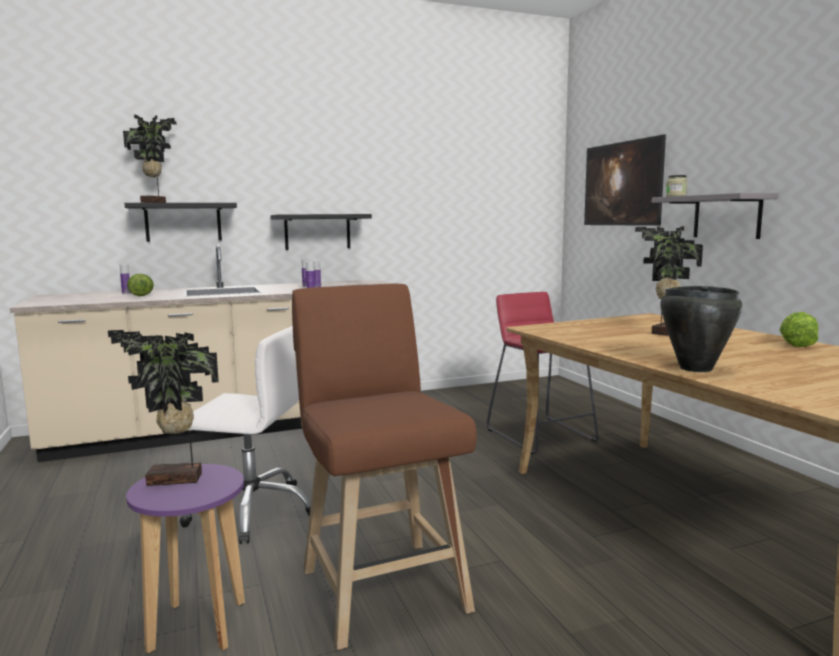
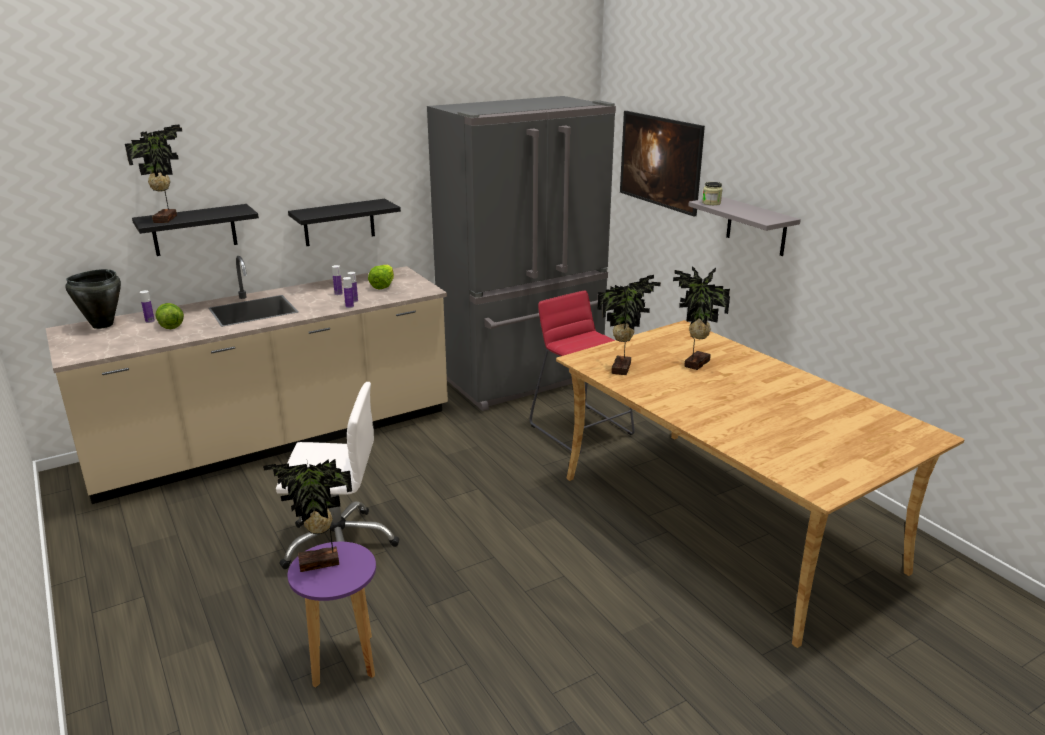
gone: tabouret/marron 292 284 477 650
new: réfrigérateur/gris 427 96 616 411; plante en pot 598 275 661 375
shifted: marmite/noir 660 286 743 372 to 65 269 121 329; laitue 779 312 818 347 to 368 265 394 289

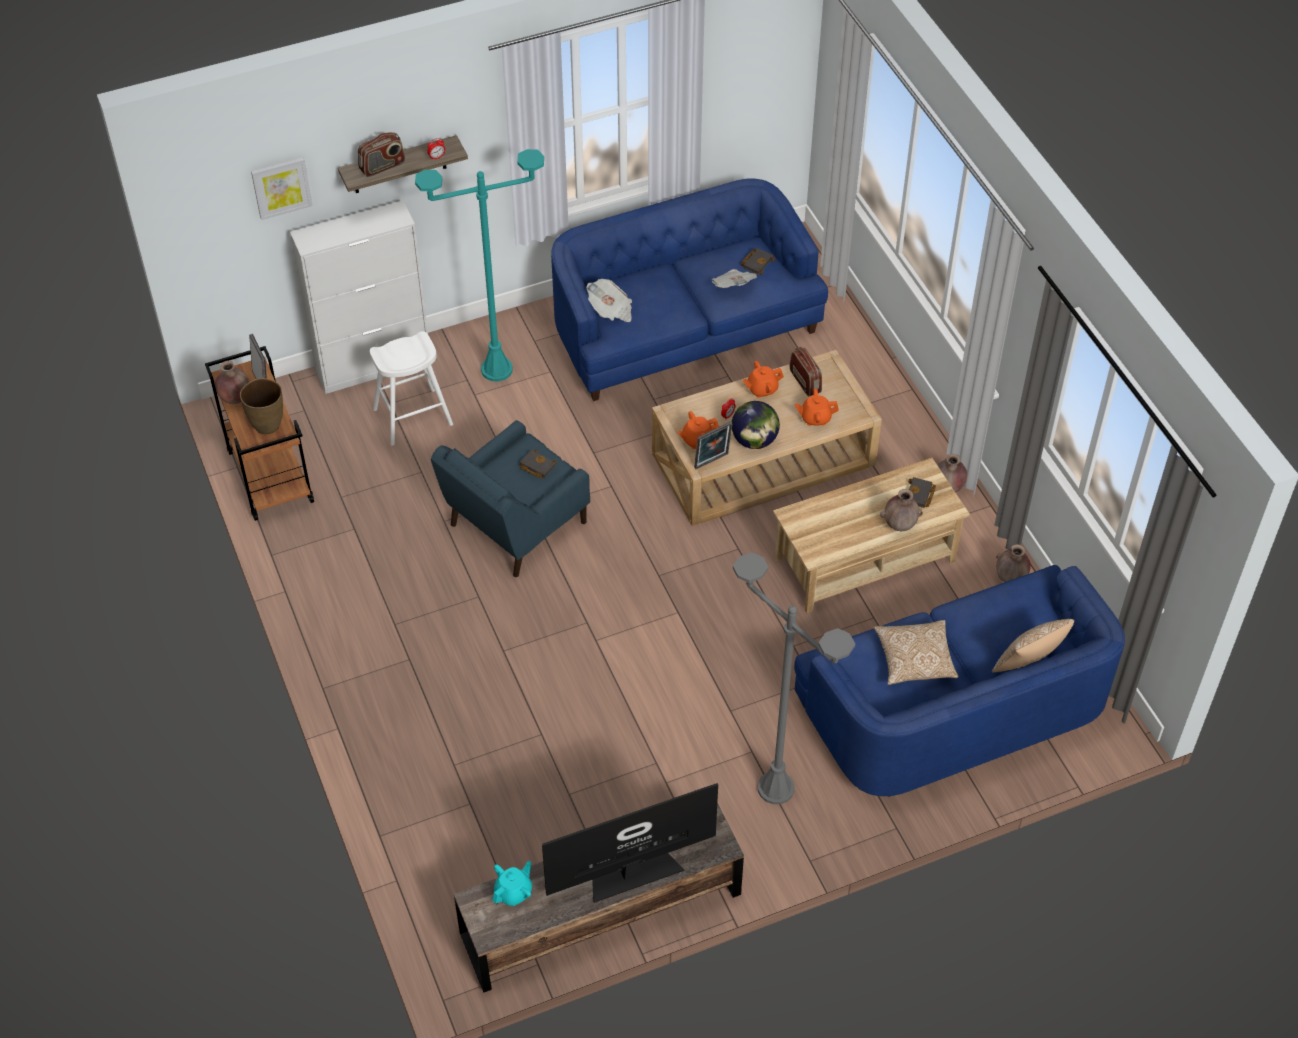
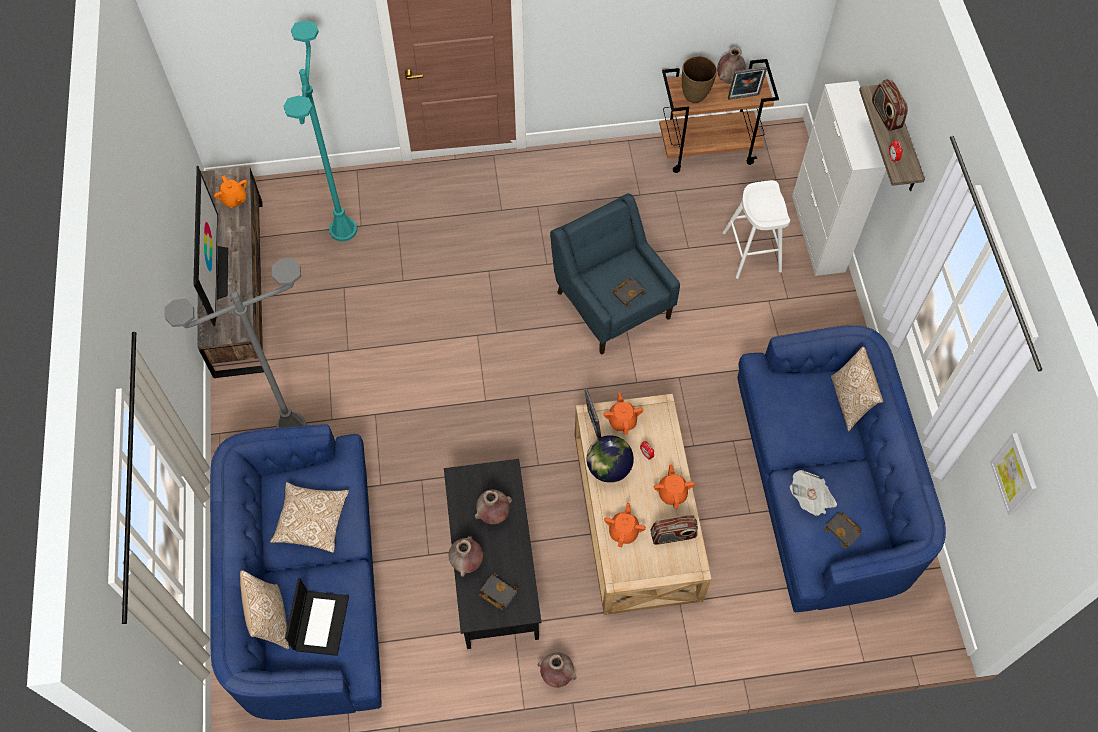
gone: journal 586 279 632 322
new: ordinateur portable 285 578 349 656; coussin 831 347 883 431
shifted: tableau 251 157 312 220 to 990 433 1037 515; lampadaire/turquoise 415 149 544 381 to 283 20 357 241; vase/marron 996 544 1031 582 to 475 490 512 524
repainted: théière/turquoise 492 861 532 906 to théière/orange 214 175 247 208; table basse/beige 773 458 970 613 to table basse/noir 444 459 541 649

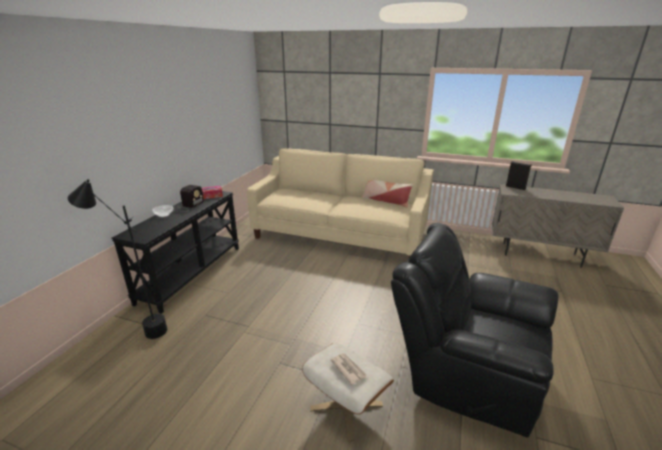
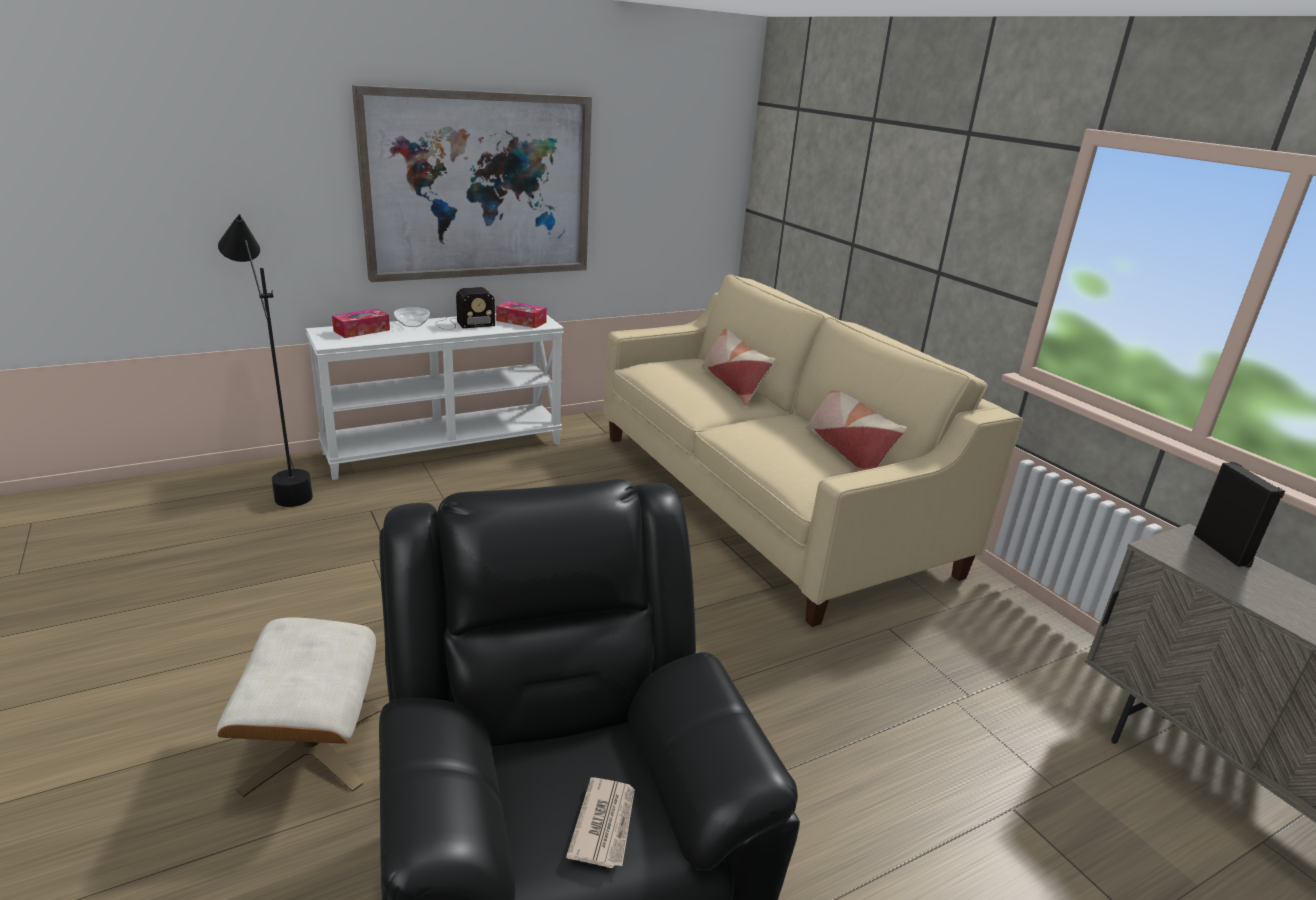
new: boîte à mouchoirs 332 309 390 338; tableau 352 85 592 282; coussin 702 328 775 406
shifted: journal 331 353 367 385 to 566 777 635 868
repainted: table console/noir 111 191 239 314 to table console/blanc 306 313 564 480

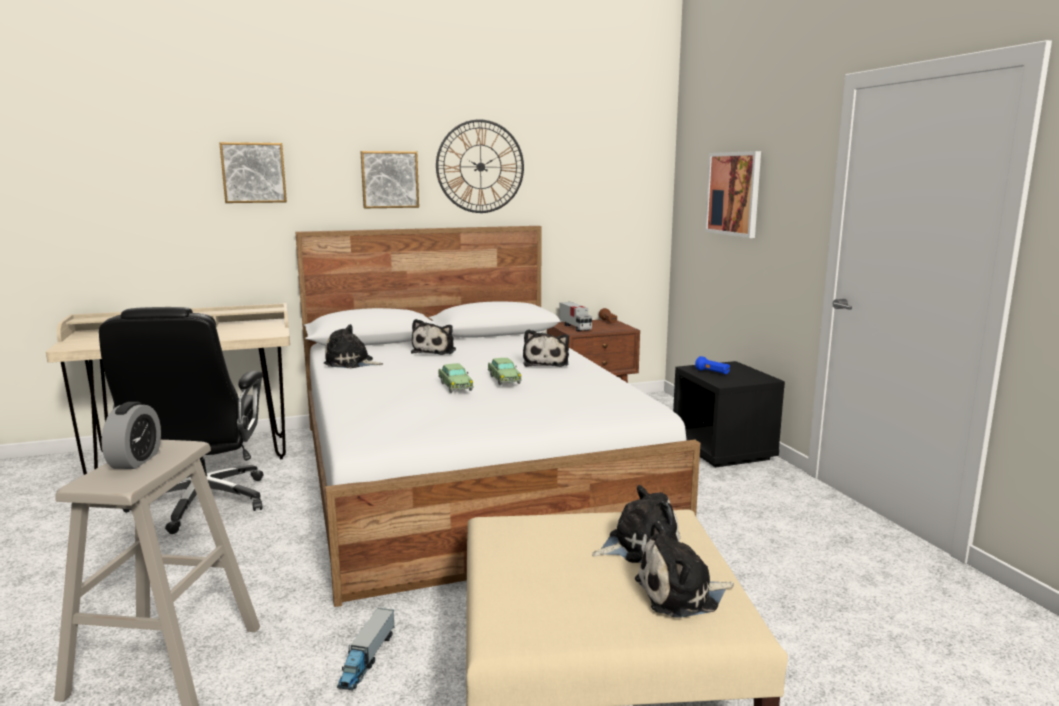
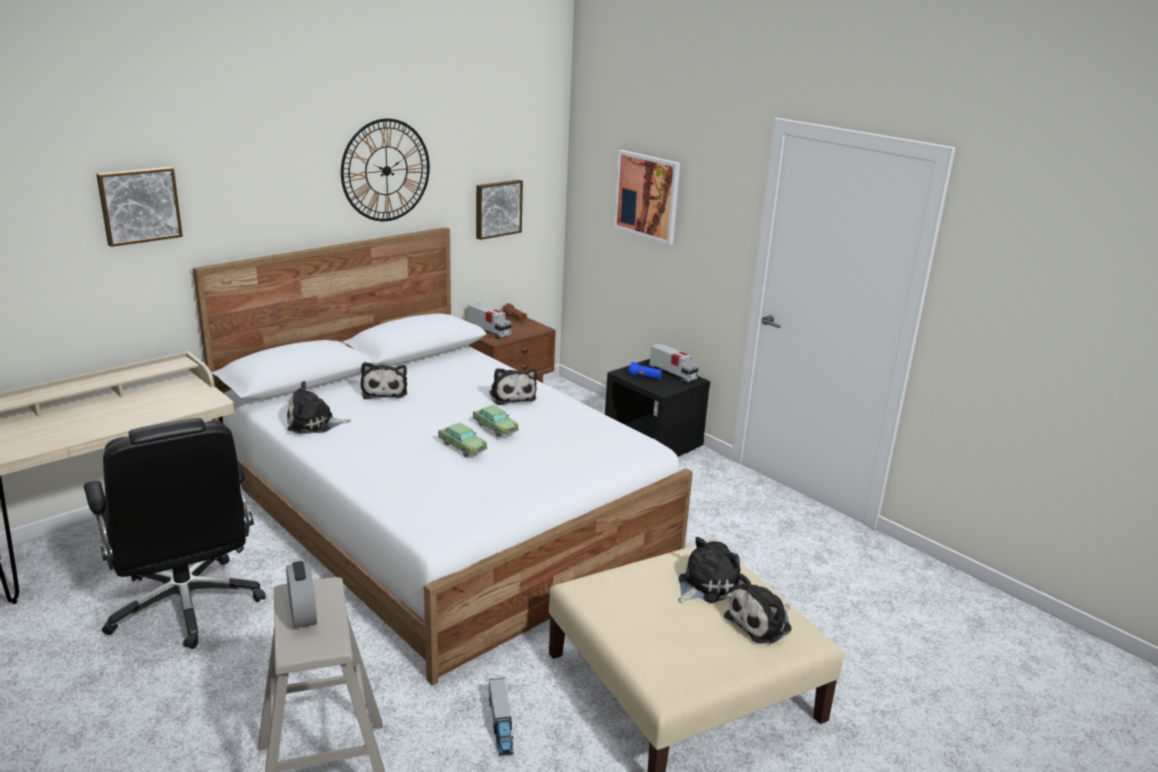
new: camion jouet 649 343 699 383
shifted: tableau 360 151 419 208 to 476 180 523 240

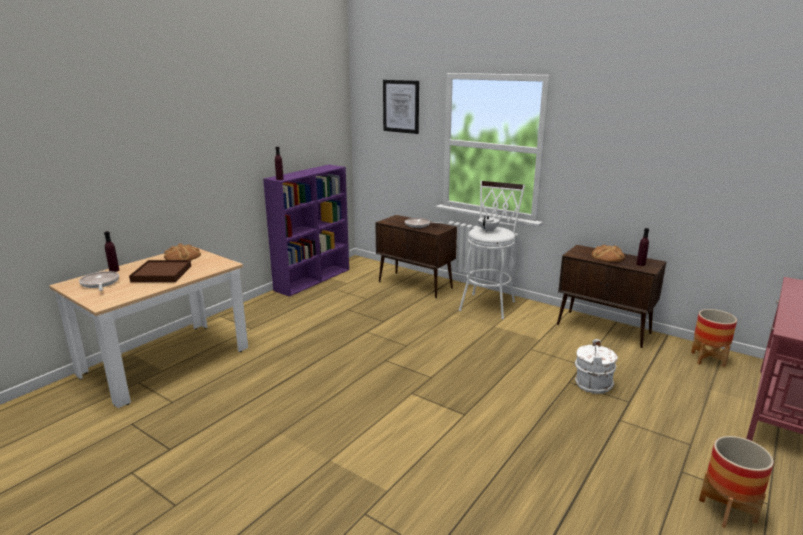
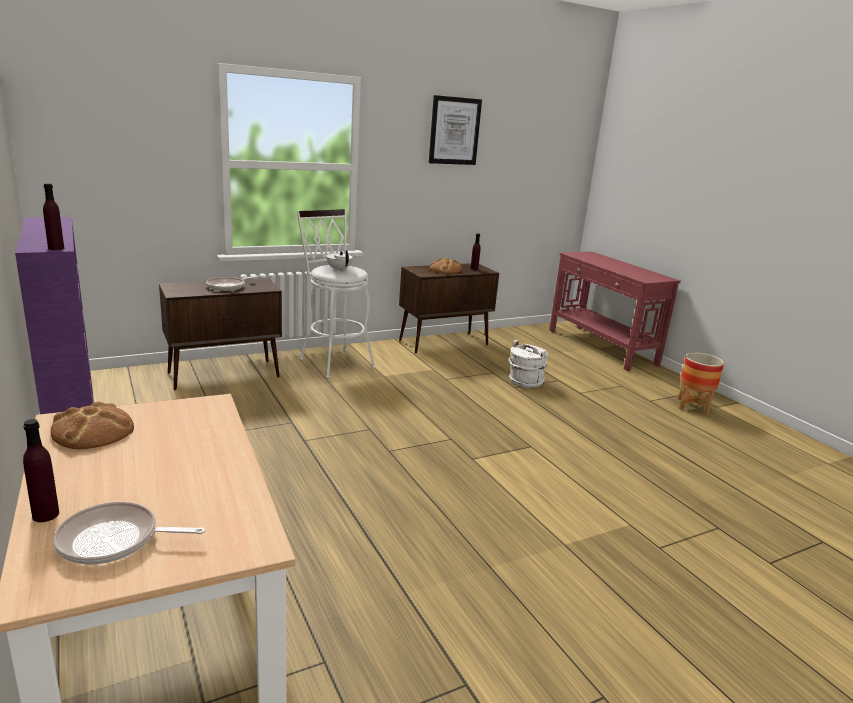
gone: plateau/marron 129 260 191 282; cache-pot 691 309 737 367
shifted: tableau 383 80 419 134 to 429 95 482 165

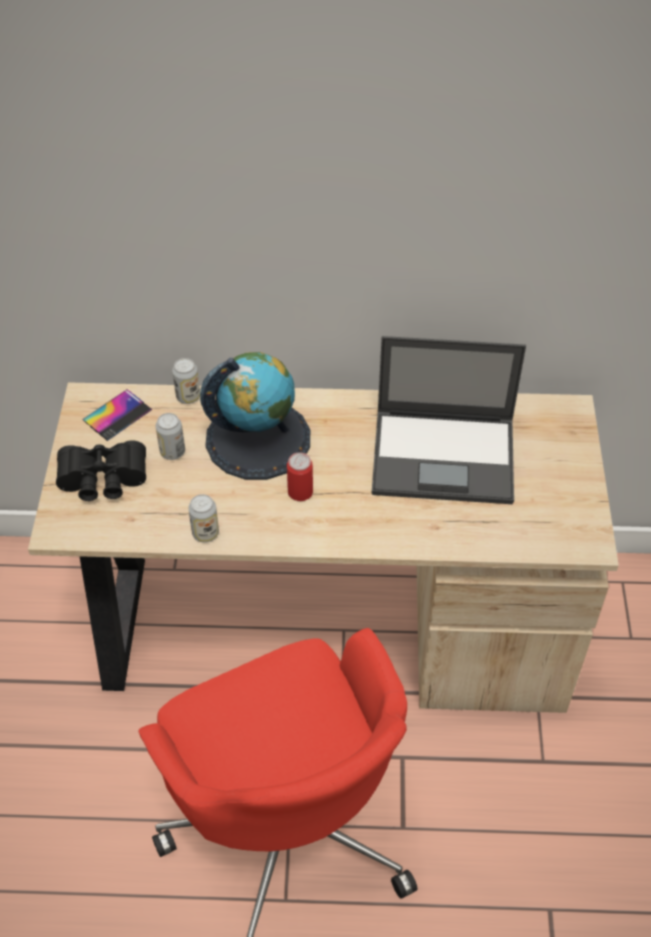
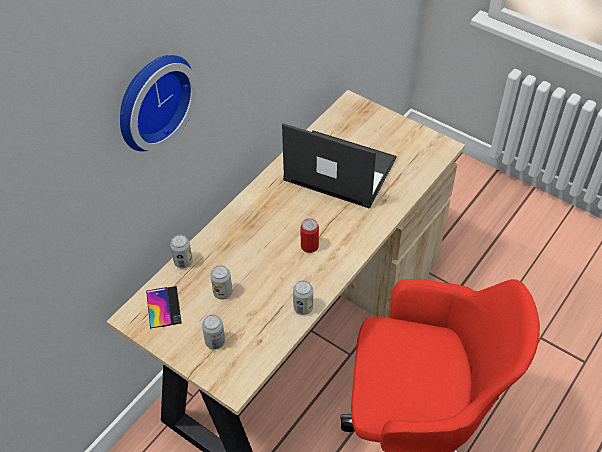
gone: globe 200 352 310 480
new: horloge murale 120 55 197 151
swapped: jumelles/noir 56 440 146 501 to boîte métallique 202 314 225 350
rotated: ordinateur portable 372 336 526 504 = 282 123 397 209 105 degrees counterclockwise

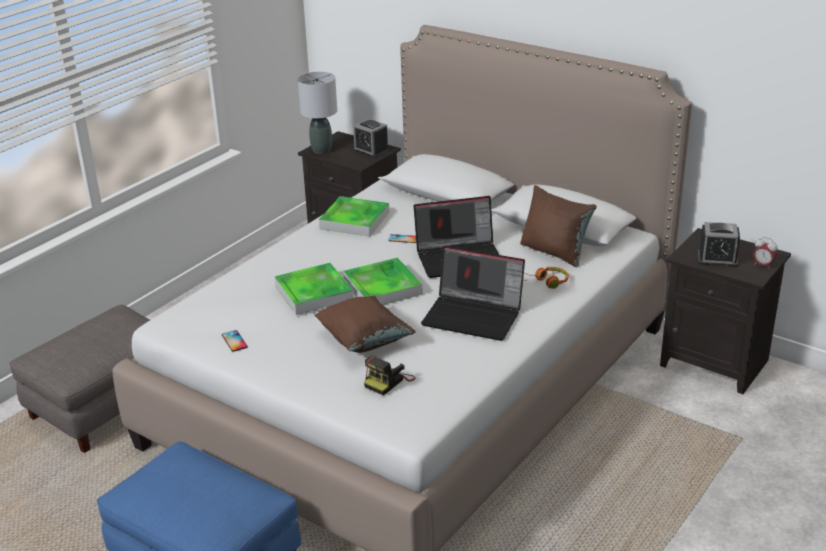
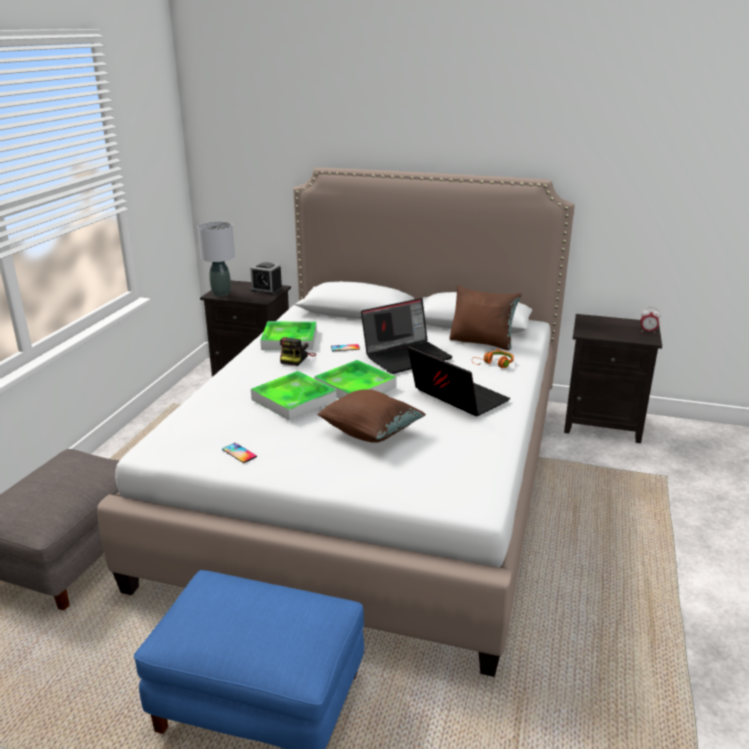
gone: réveil 697 222 740 267
shifted: appareil photo 364 356 415 395 to 280 337 316 366
rotated: ordinateur portable 421 246 525 341 = 408 346 510 416 135 degrees counterclockwise

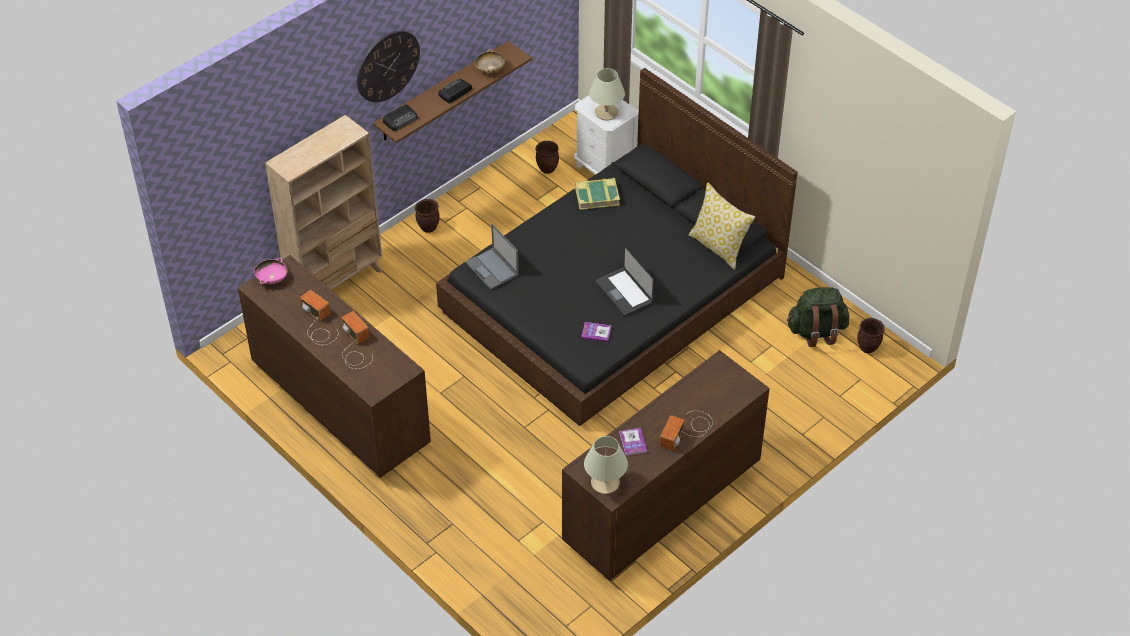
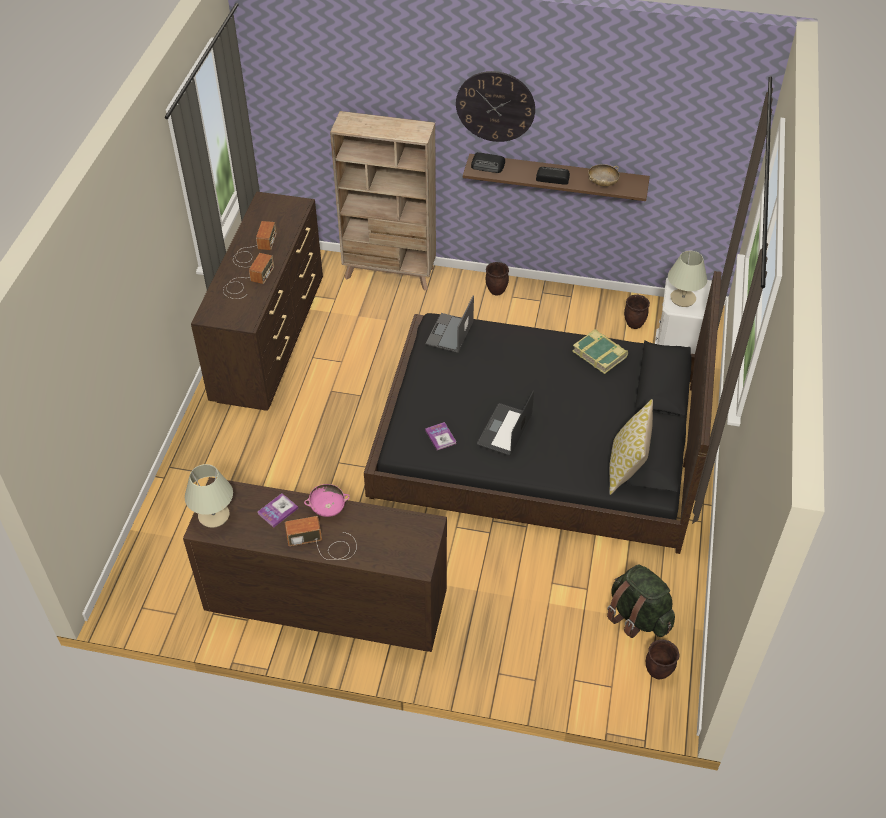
shifted: bol/rose 254 258 287 284 to 304 484 350 517

